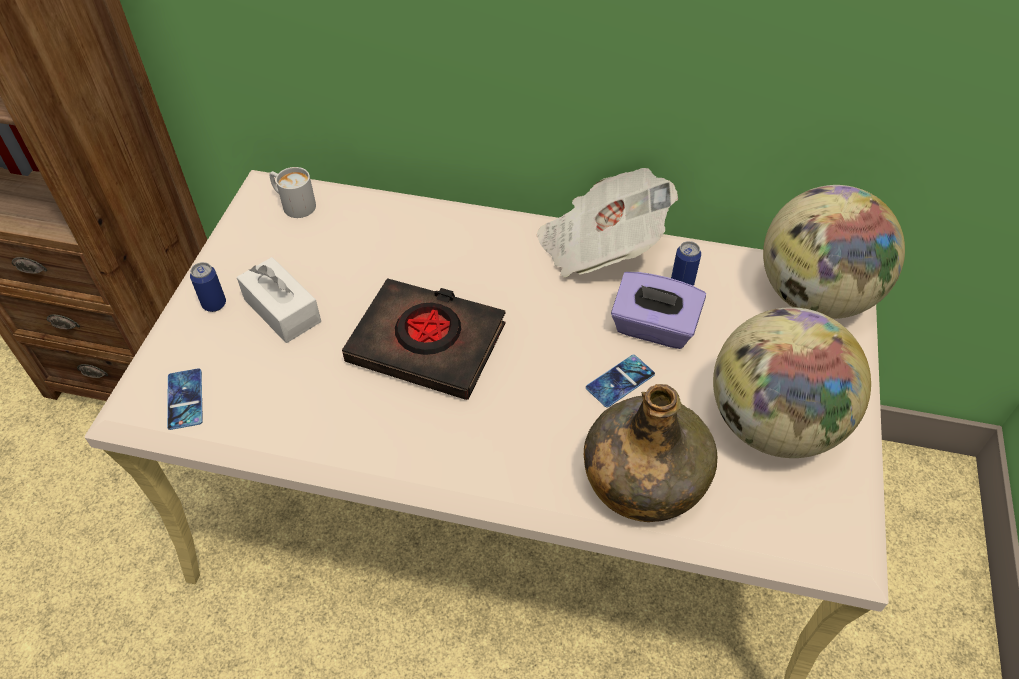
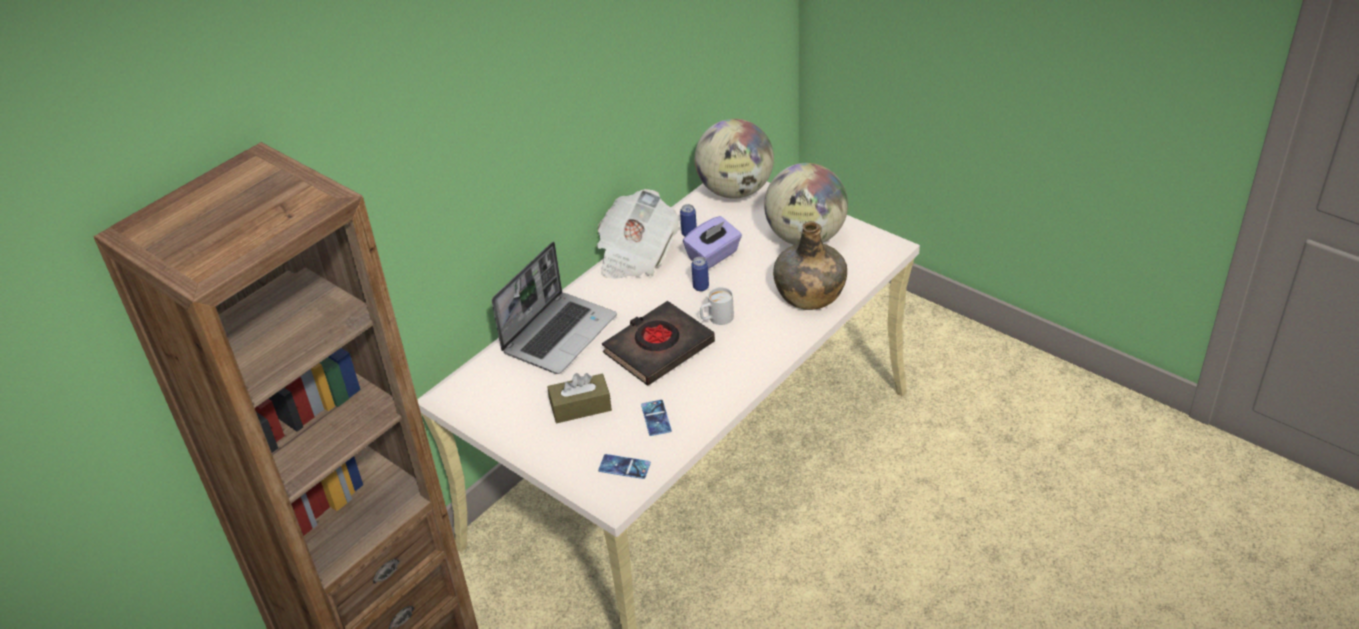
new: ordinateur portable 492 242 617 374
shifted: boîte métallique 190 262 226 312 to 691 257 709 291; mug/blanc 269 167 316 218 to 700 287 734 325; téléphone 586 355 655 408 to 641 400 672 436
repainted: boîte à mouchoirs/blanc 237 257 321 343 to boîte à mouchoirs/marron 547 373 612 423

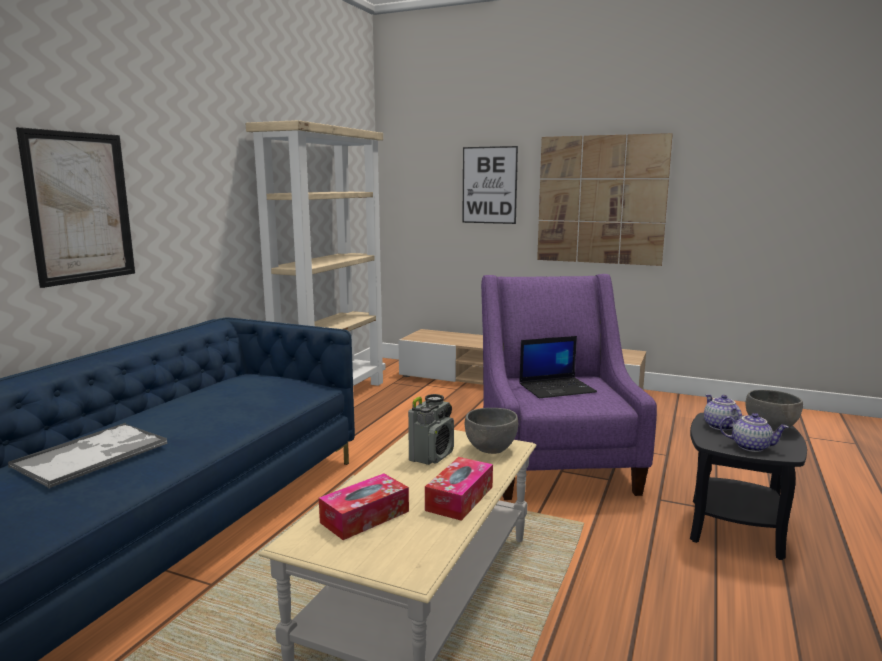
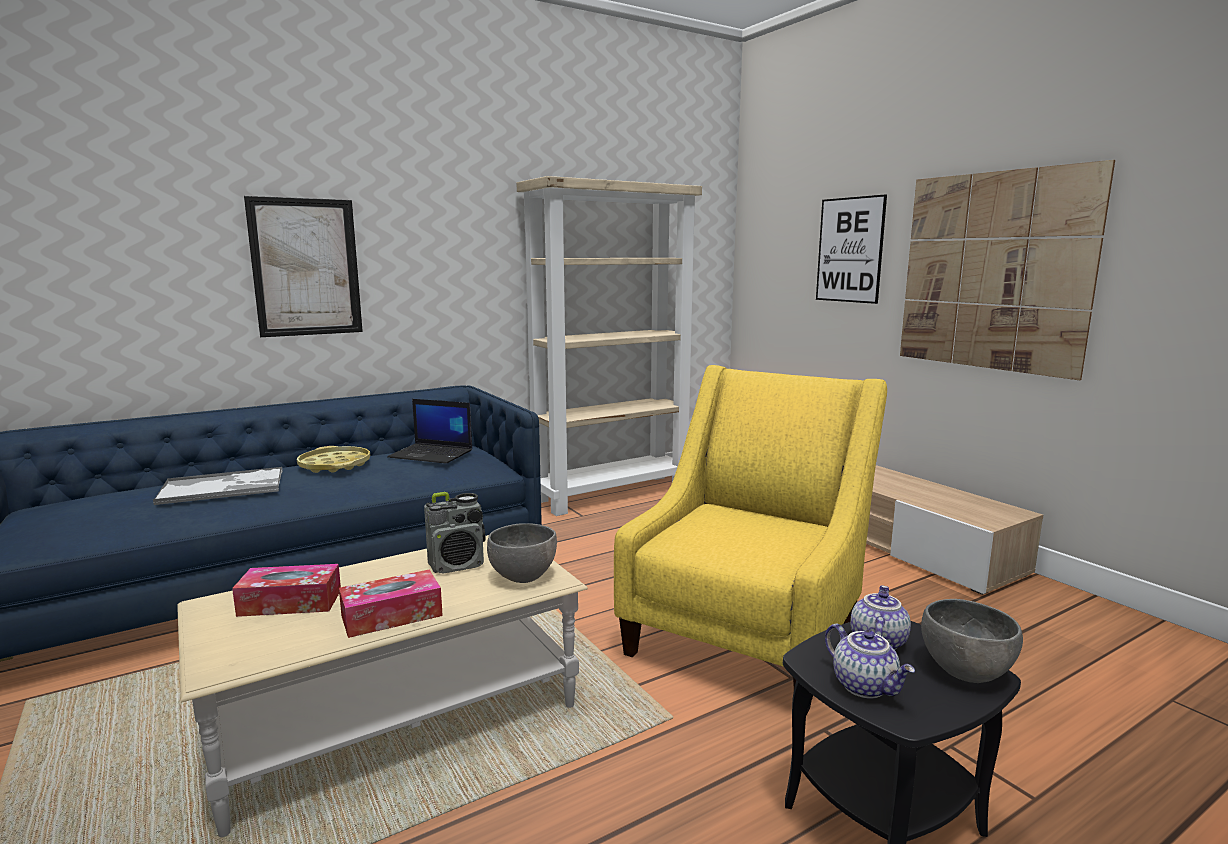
new: plateau/jaune 297 446 370 473
shifted: ordinateur portable 519 336 597 398 to 387 399 472 464
repainted: fauteuil/violet 481 274 657 500 to fauteuil/jaune 614 365 887 715

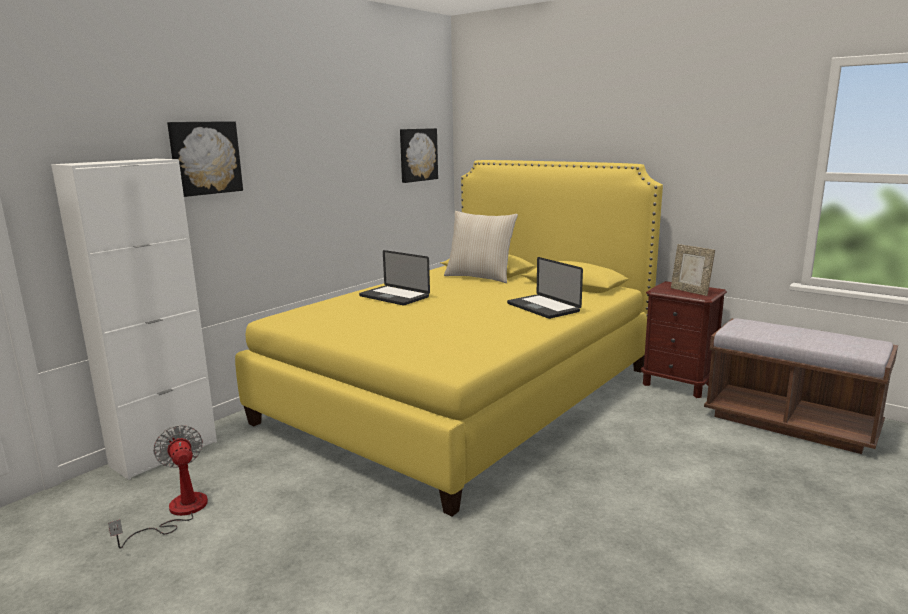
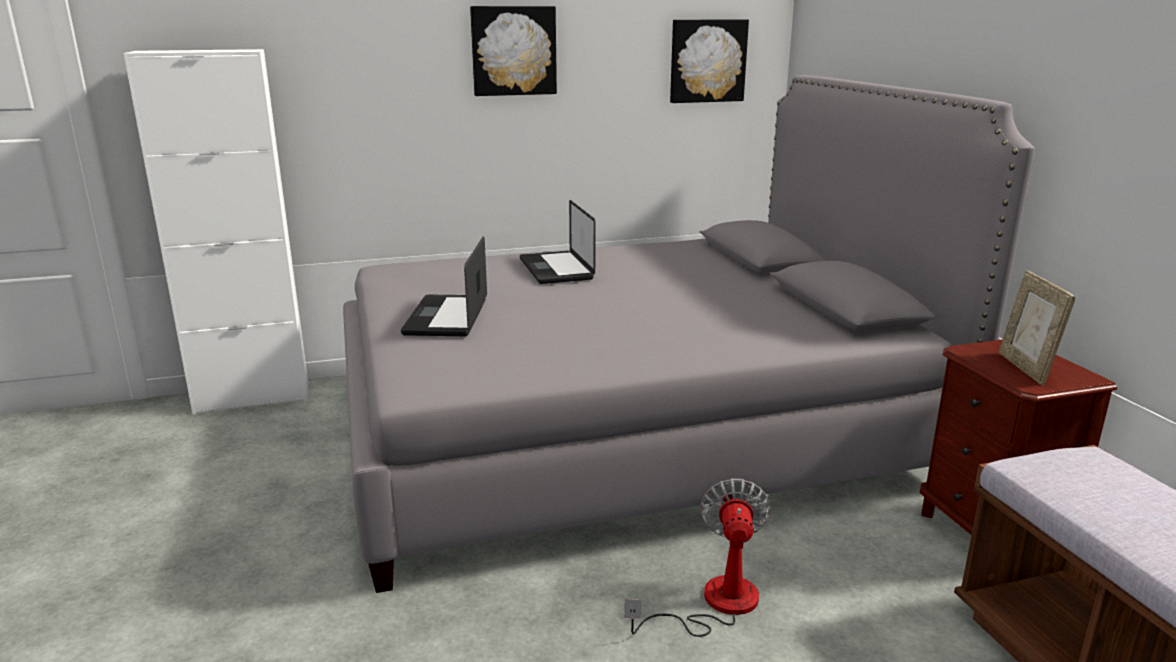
gone: coussin/beige 444 211 518 283
shifted: ventilateur 108 425 208 549 to 625 478 770 637; tableau 167 121 243 197 to 470 6 557 96; ordinateur portable 507 257 583 319 to 401 236 487 336
repainted: lit/jaune 235 160 663 516 to lit/gris 343 75 1035 593

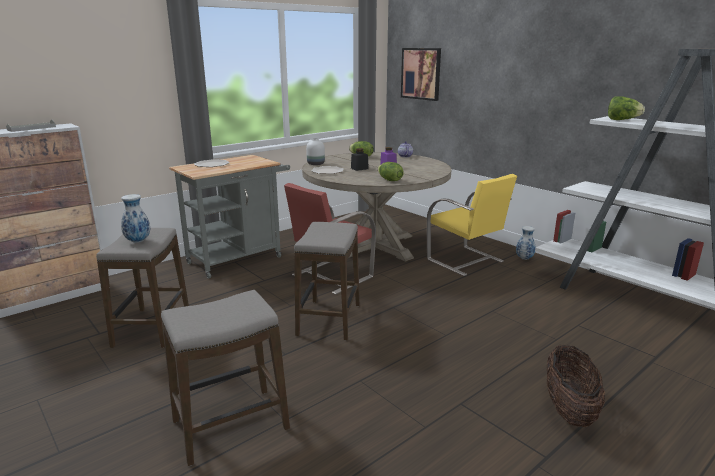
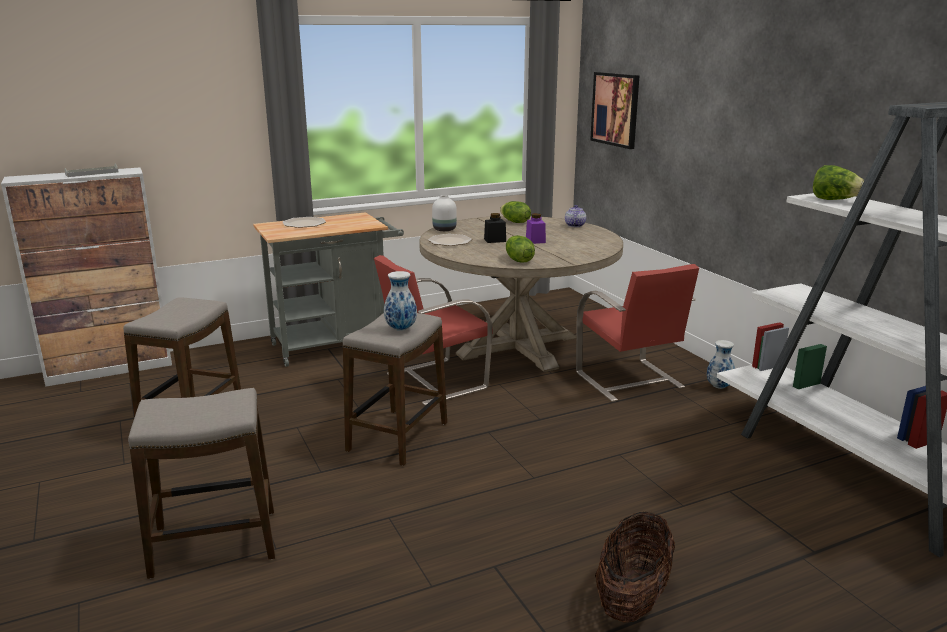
shifted: vase 121 194 150 243 to 384 271 417 331
repainted: chaise/jaune 427 174 517 276 to chaise/rouge 576 264 699 402

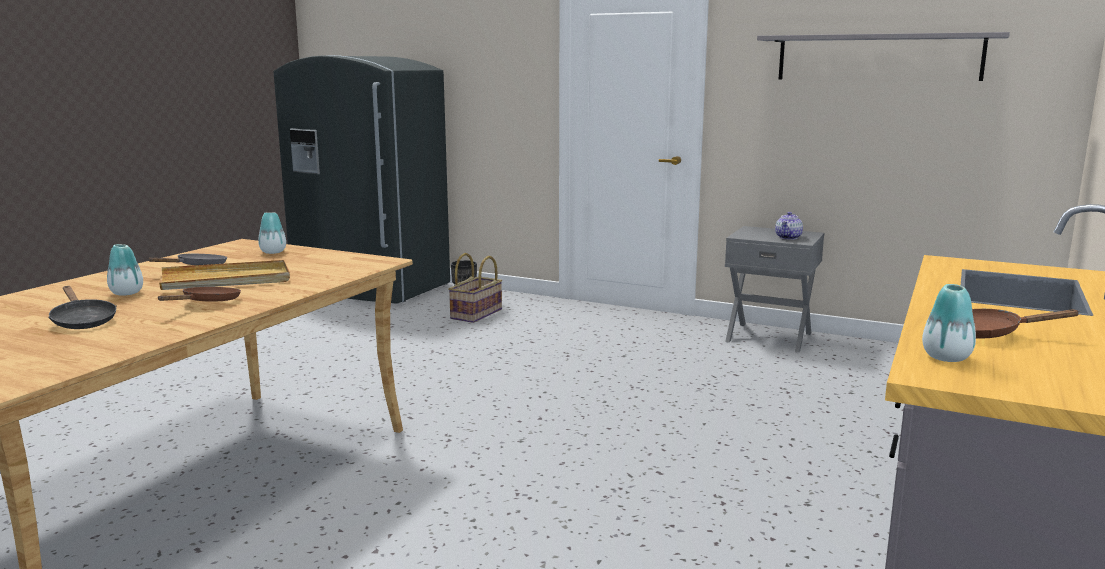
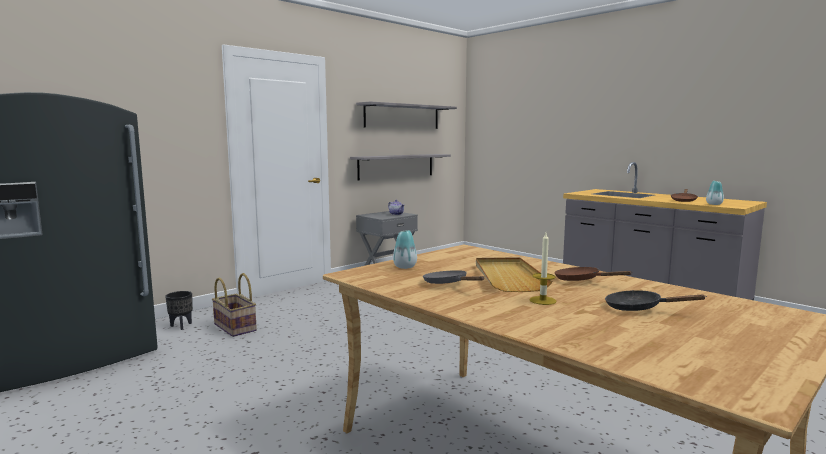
new: étagère/gris 350 154 451 181
swapped: vase 107 244 143 296 to bougie 530 233 556 305
rotated: poêle/noir 48 286 117 329 = 605 290 707 311 135 degrees counterclockwise

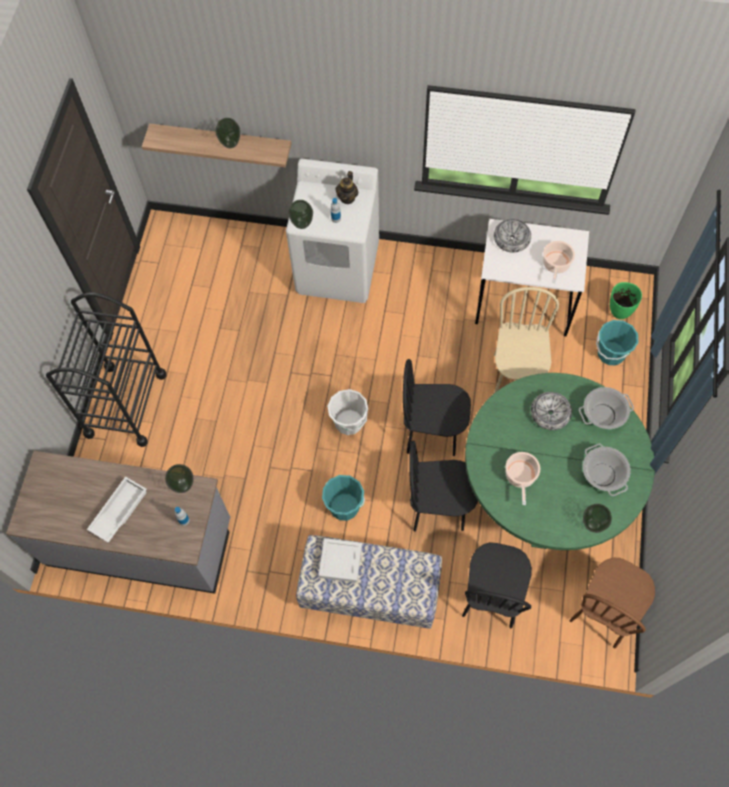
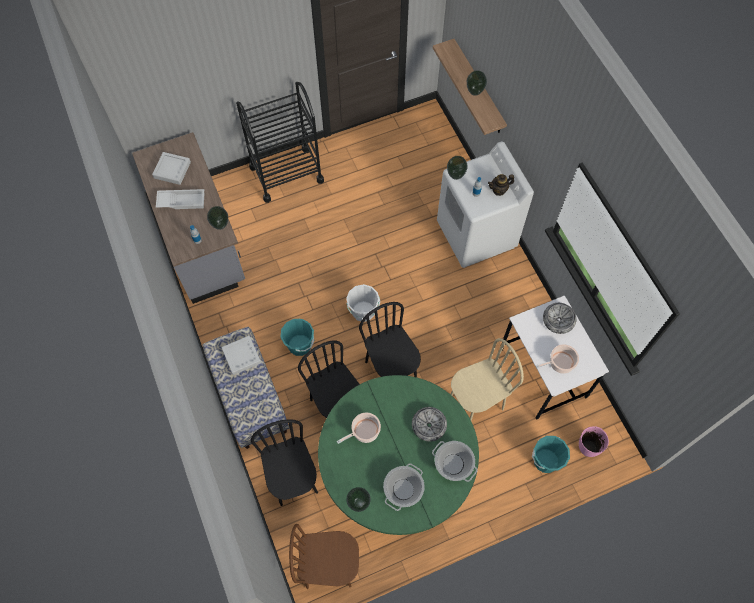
new: plateau/gris 152 152 191 185
repainted: vase/vert 610 282 642 319 to vase/rose 579 426 609 457
rotated: chaise/noir 462 542 532 628 = 251 419 318 506 90 degrees clockwise

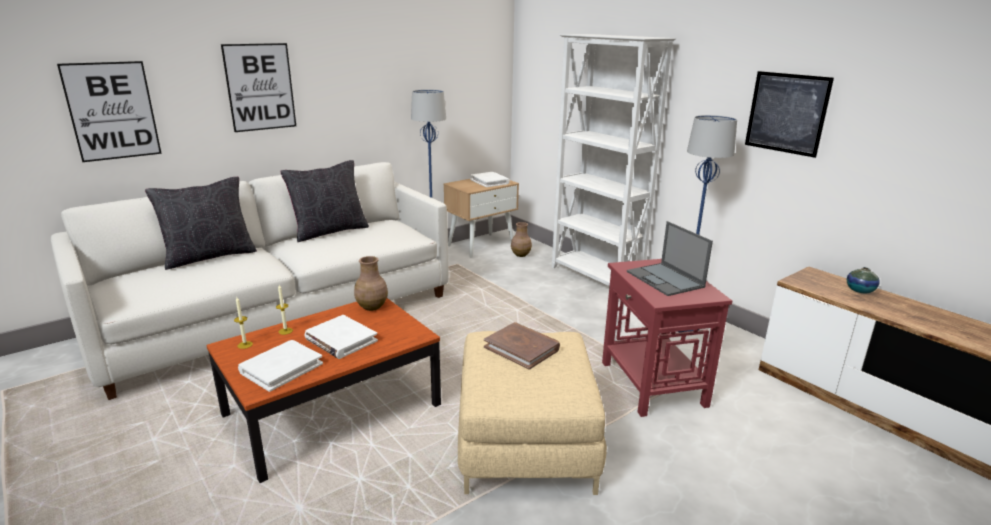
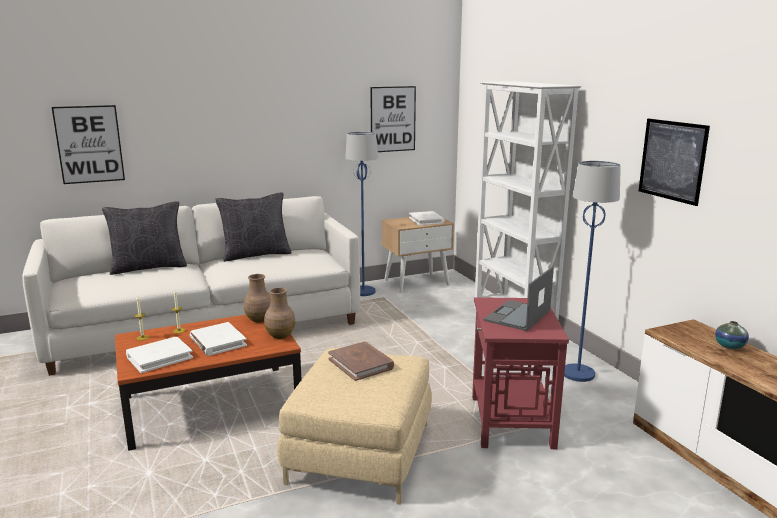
shifted: tableau 221 43 296 132 to 370 86 416 152; vase/marron 511 222 532 257 to 264 287 296 339
rotated: ordinateur portable 627 221 713 296 = 484 267 554 331 45 degrees clockwise

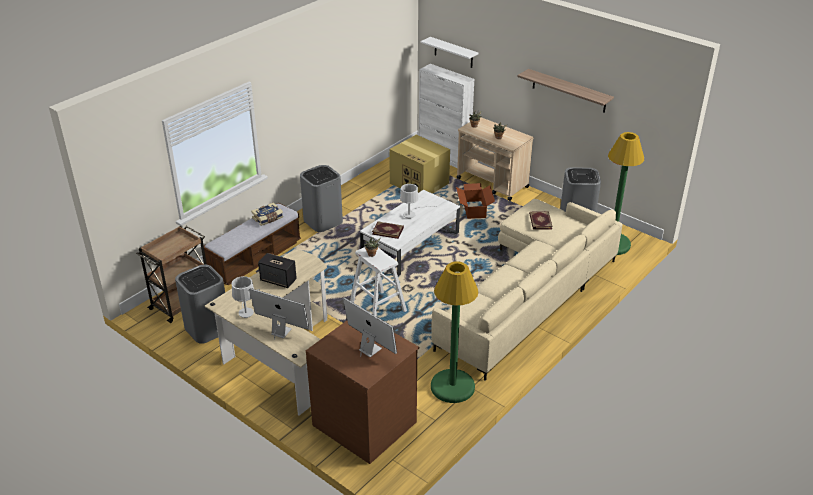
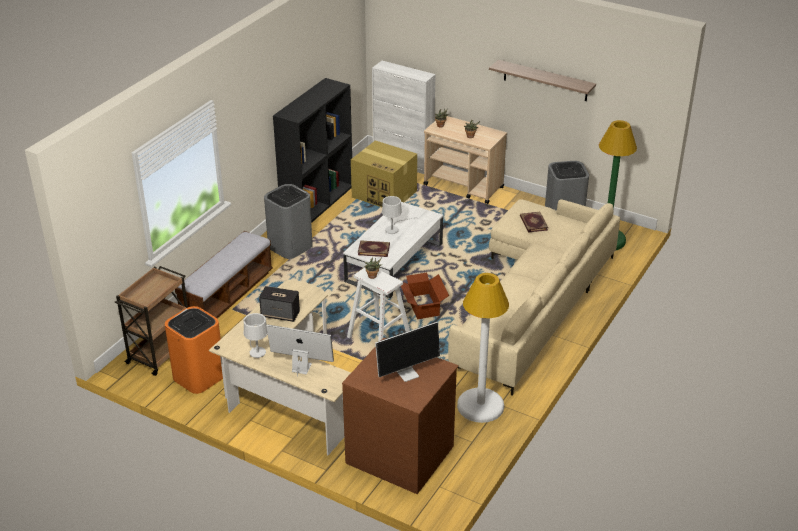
gone: livre 251 202 283 226; étagère/blanc 421 37 479 68
new: bibliothèque/noir 273 78 352 223
shifted: carton 456 183 495 219 to 401 273 449 319
repainted: poubelle/gris 175 265 225 344 to poubelle/orange 165 306 223 394; lampadaire/vert 431 261 479 403 to lampadaire/blanc 457 273 509 423
rotated: écran d'ordinateur 343 298 397 357 = 375 322 440 382 120 degrees clockwise

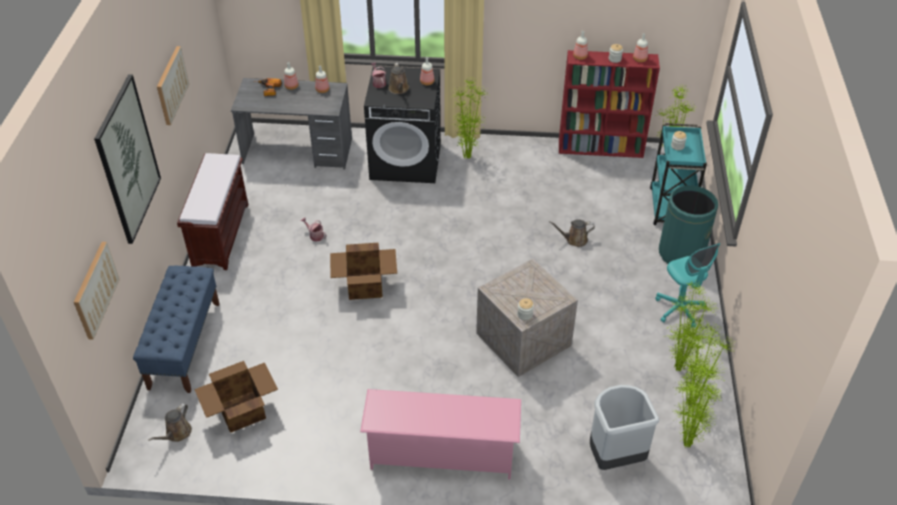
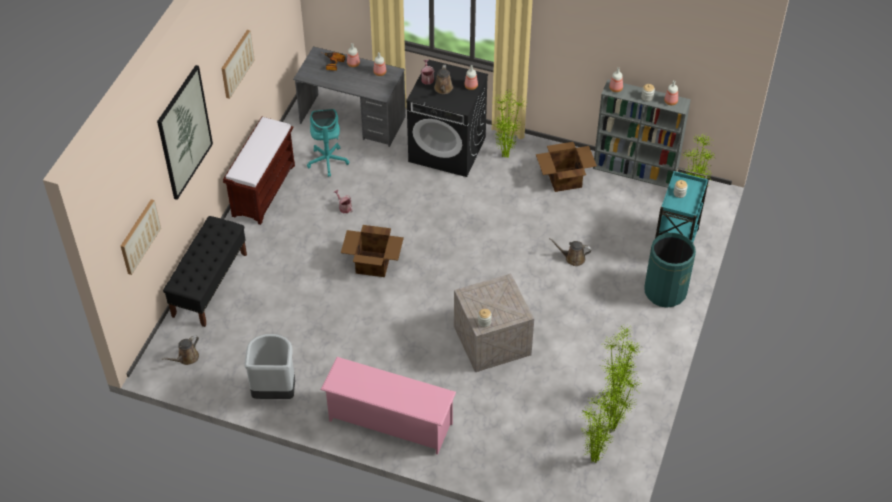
shifted: carton 194 361 278 433 to 536 142 597 192; poubelle/gris 590 385 659 470 to 244 334 295 399; chaise de bureau/turquoise 656 243 721 328 to 307 109 349 177
repainted: banc/bleu 133 266 220 393 to banc/noir 163 216 247 327; bibliothèque/rouge 559 50 660 158 to bibliothèque/gris 593 79 691 188

